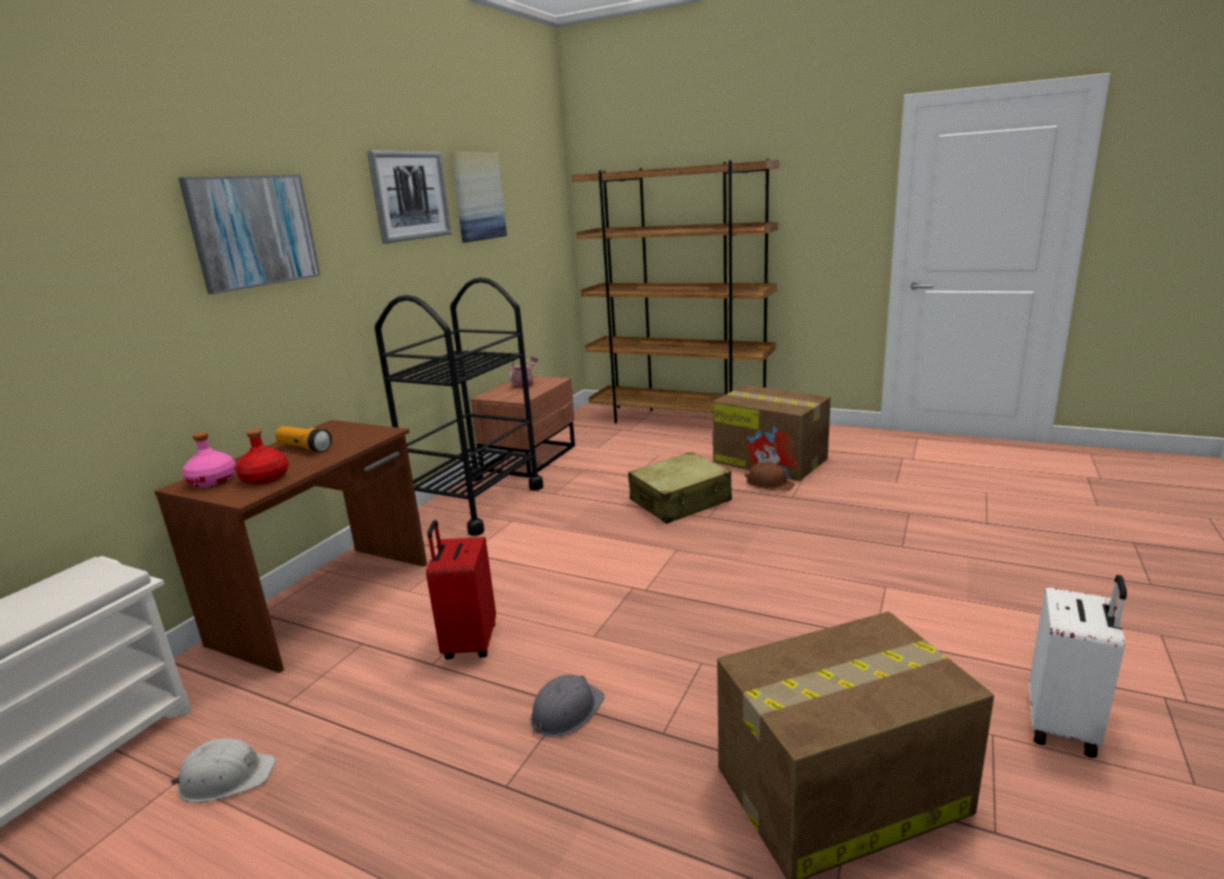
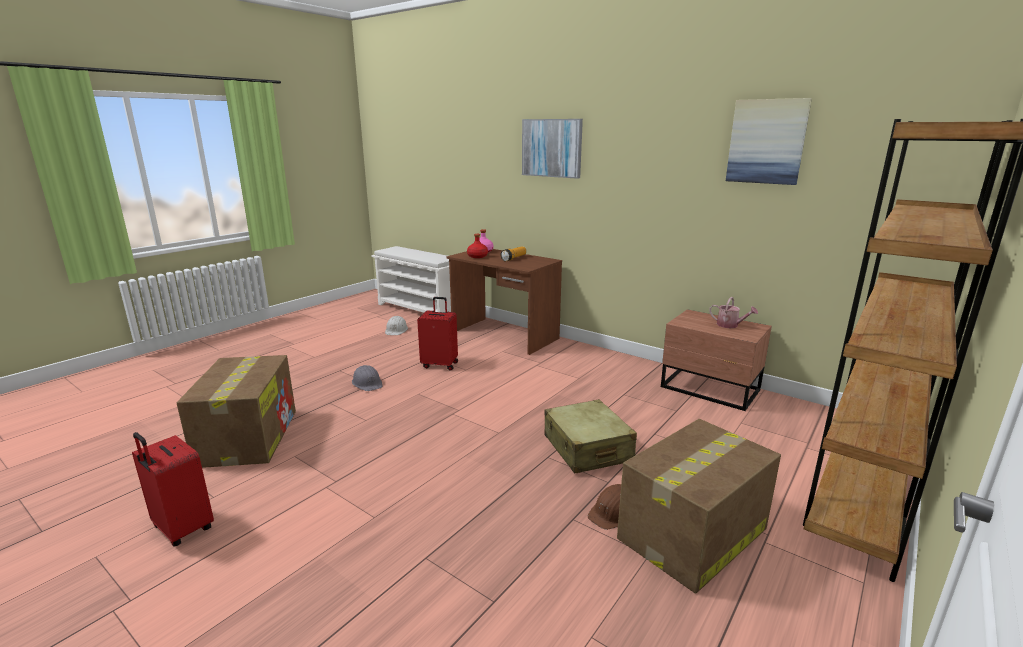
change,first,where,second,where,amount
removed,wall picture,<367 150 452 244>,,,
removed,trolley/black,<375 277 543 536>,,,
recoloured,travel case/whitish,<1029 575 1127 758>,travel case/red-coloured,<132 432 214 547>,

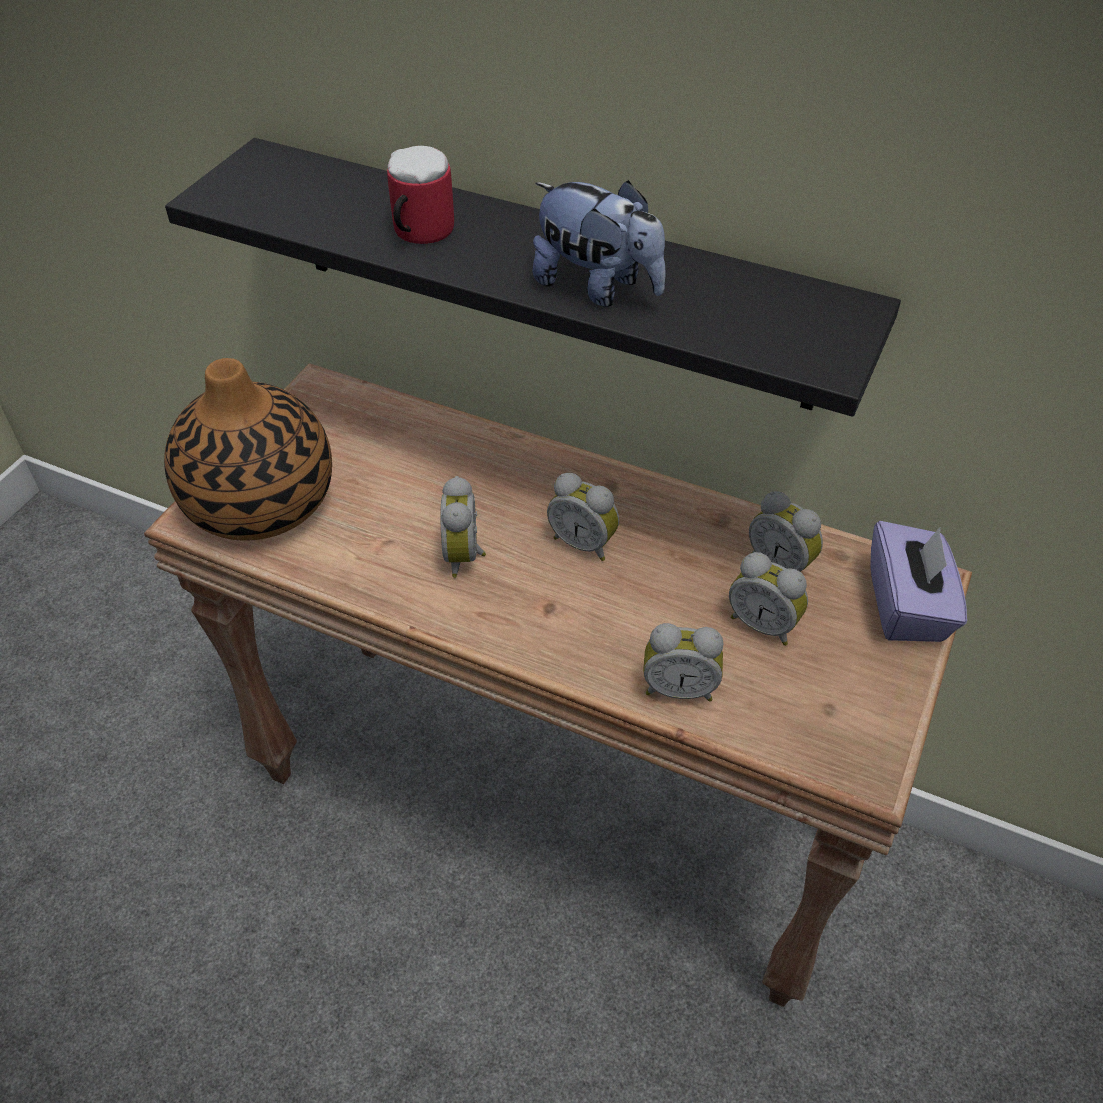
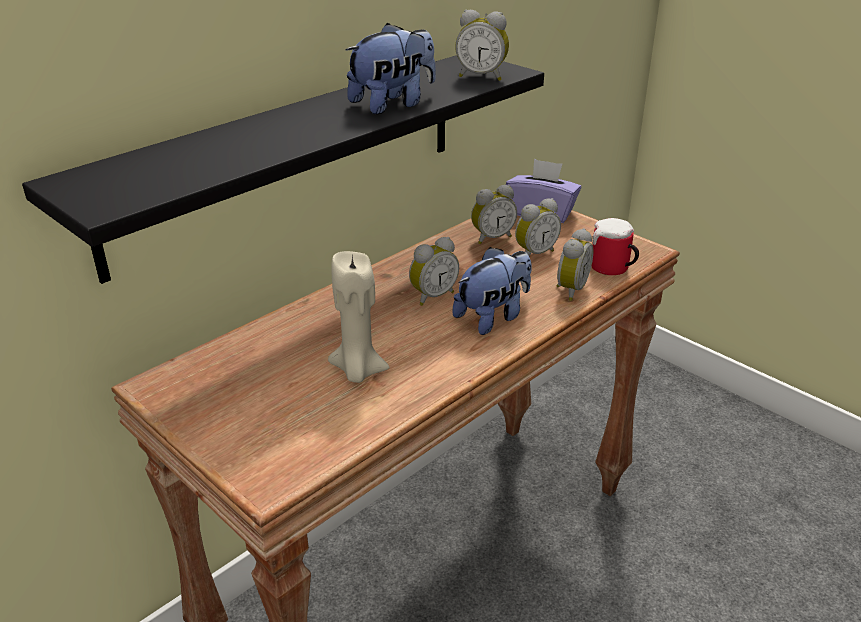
change,first,where,second,where,amount
removed,flower vase,<164 358 332 541>,,,
moved,coffee mug,<387 146 454 244>,,<591 218 639 275>,
moved,alarm clock,<441 476 486 578>,,<455 10 509 81>,
added,,,wax light/beige-coloured,<328 251 390 383>,
added,,,soft toy,<452 247 532 335>,

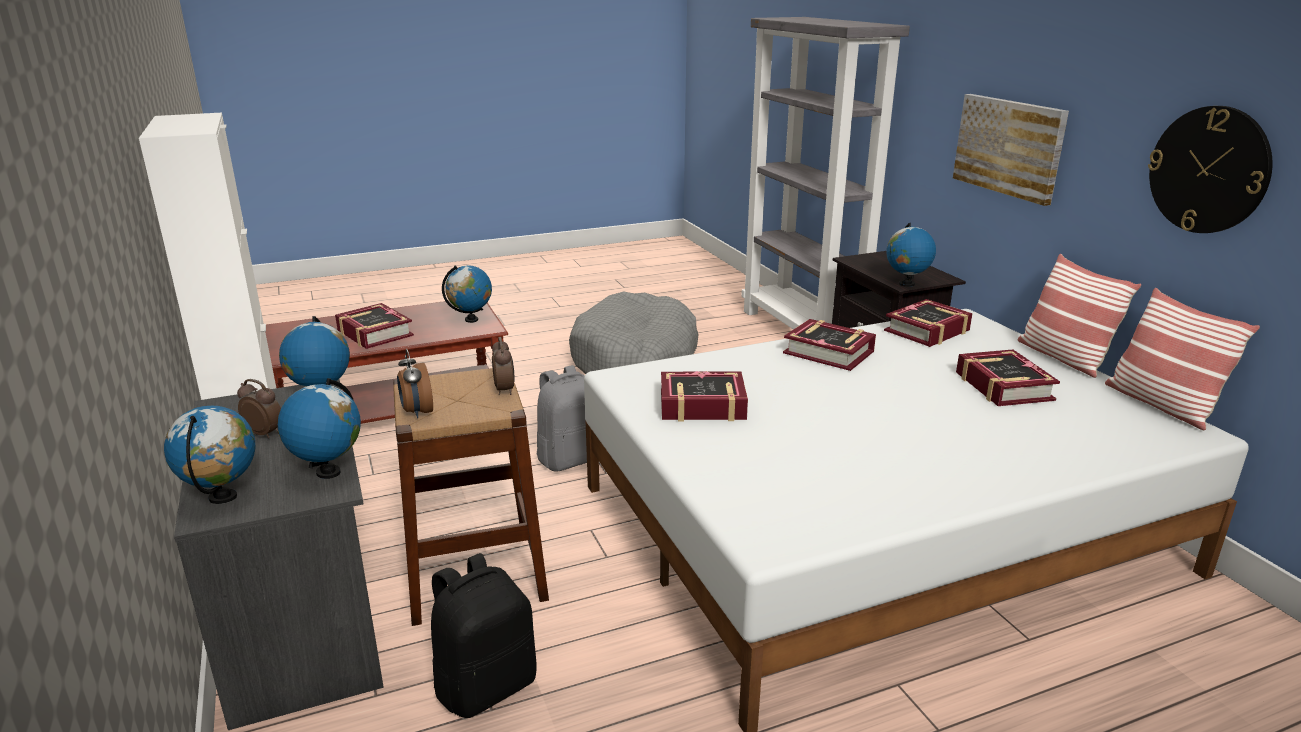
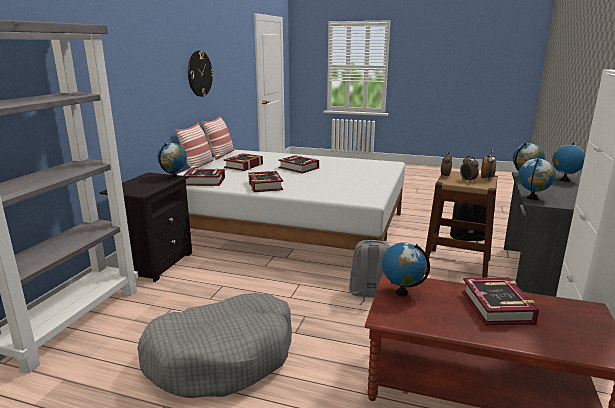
change,first,where,second,where,amount
moved,alarm clock,<237 379 281 438>,,<460 156 479 183>,
moved,book,<661 371 748 421>,,<278 155 319 173>,
removed,wall picture,<953 94 1069 206>,,,

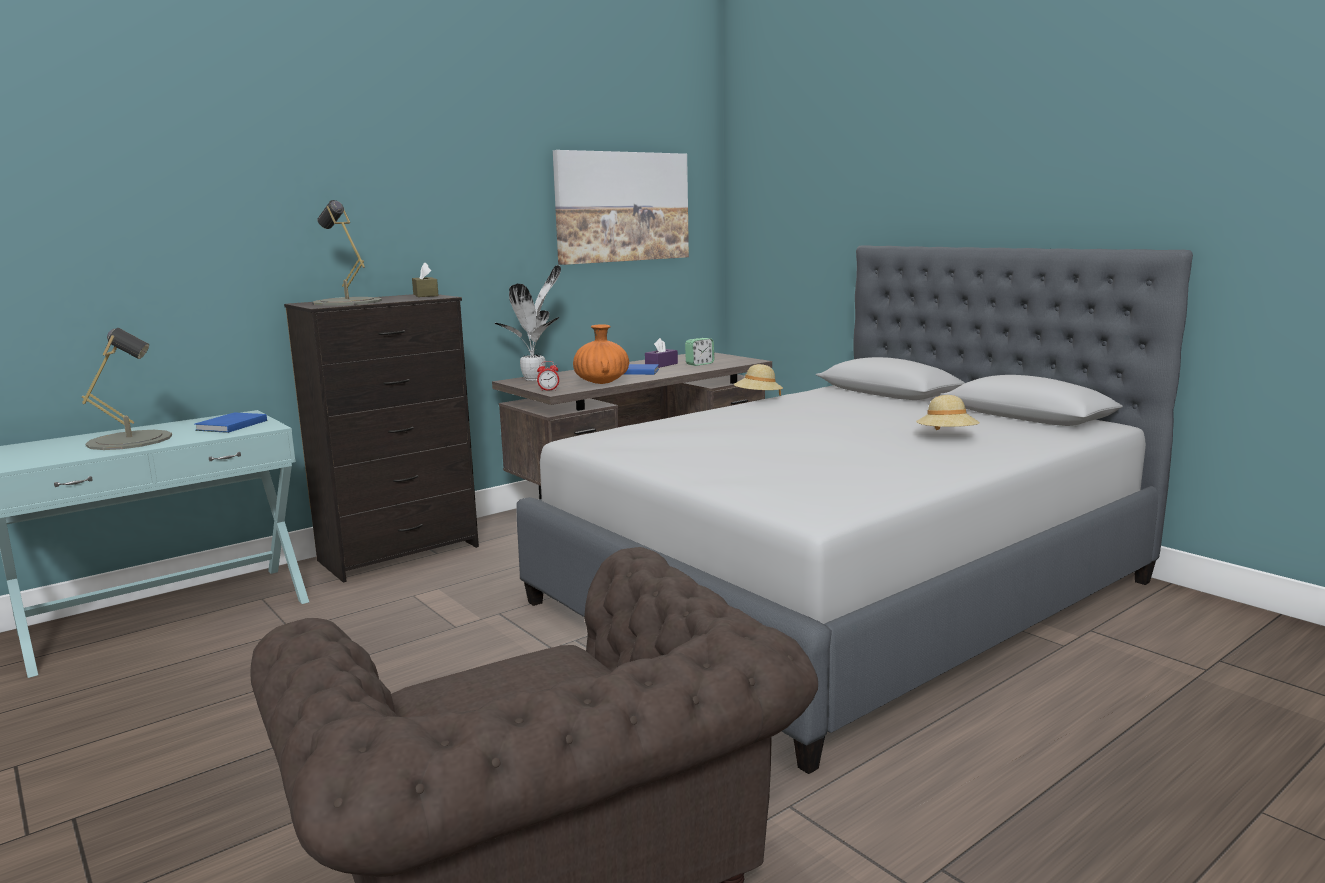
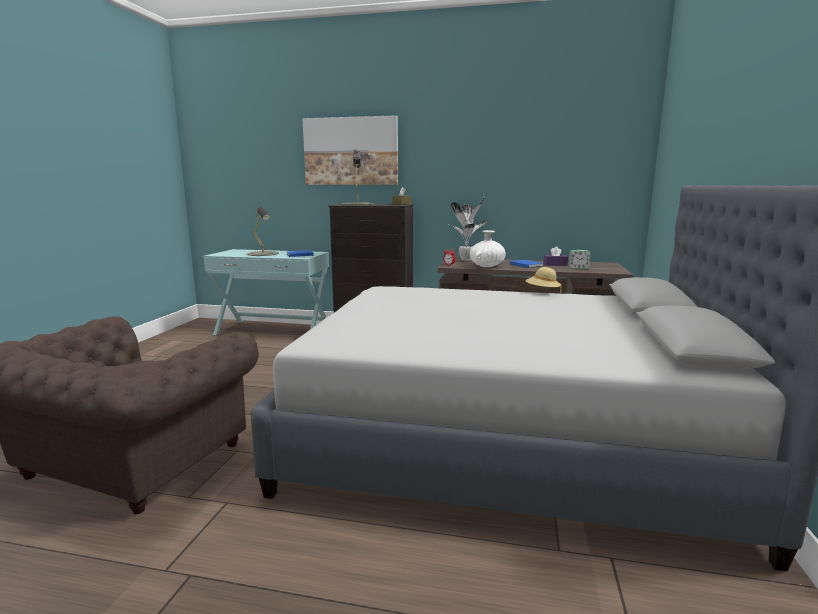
change,first,where,second,where,amount
moved,wall picture,<553 150 689 265>,,<302 115 398 185>,
recoloured,flower vase/orangey,<573 324 629 384>,flower vase/whitish,<470 230 506 267>,
removed,hat/beige-coloured,<916 395 980 430>,,,

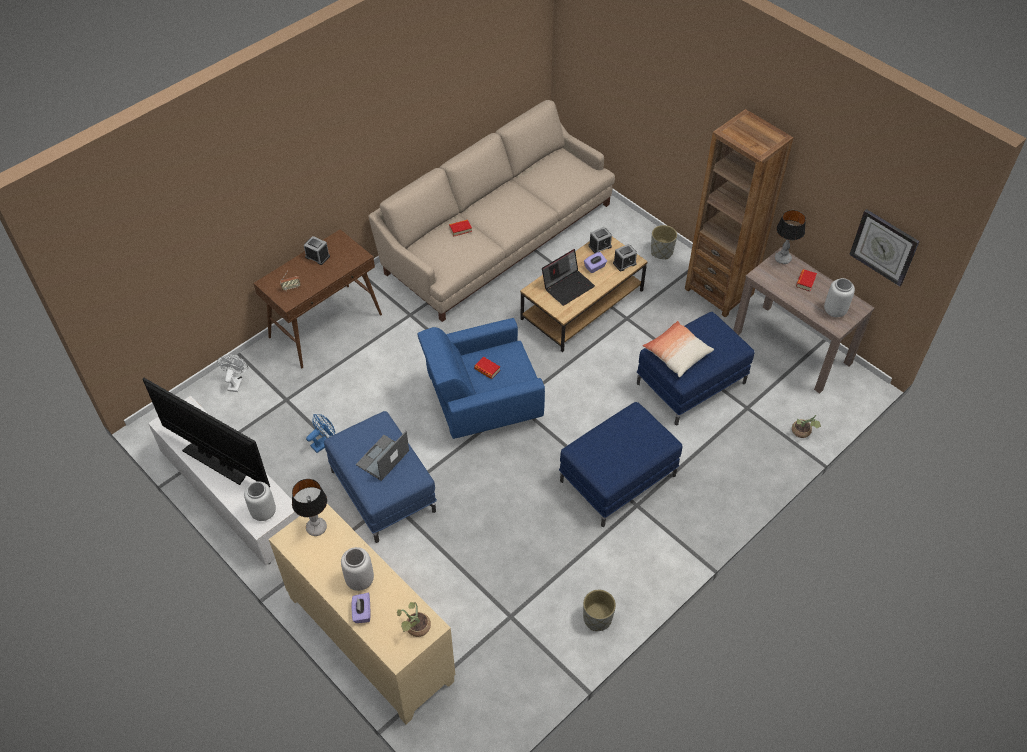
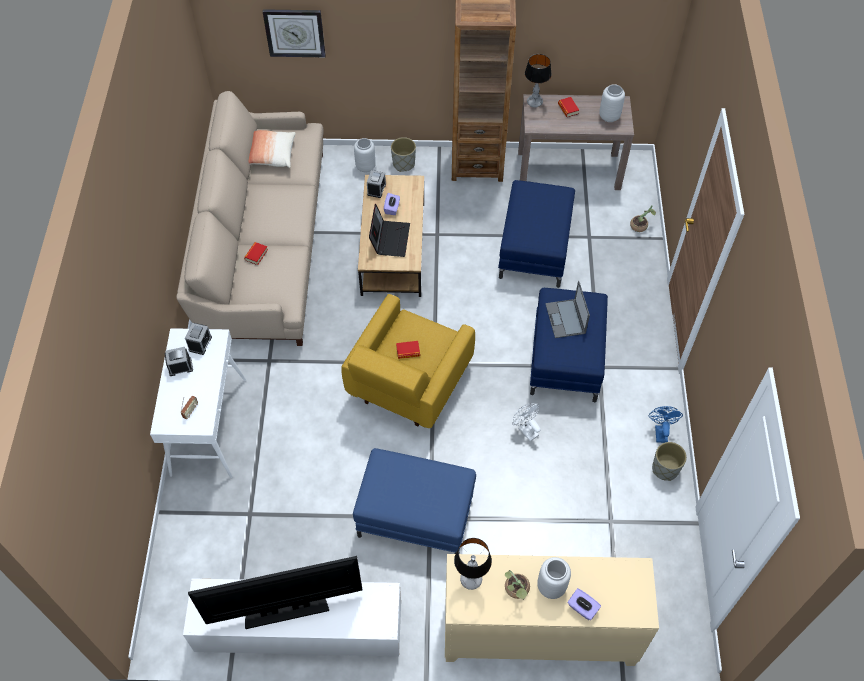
change,first,where,second,where,amount
moved,cooling fan/whitish,<217 355 248 392>,,<512 403 541 442>,
moved,flower vase/greyish,<244 481 276 521>,,<354 138 376 172>,
recoloured,console table/brown-coloured,<254 229 382 369>,console table/whitish,<150 328 246 478>,
moved,cooling fan/blue-coloured,<306 414 335 453>,,<649 406 683 443>,
moved,laptop,<356 431 409 481>,,<545 281 590 338>,
moved,houseplant,<397 602 431 637>,,<505 570 530 600>,
recoloured,lounge chair/blue-coloured,<418 318 545 439>,lounge chair/yellow-coloured,<341 294 475 428>,
moved,alarm clock,<613 244 637 272>,,<185 323 212 355>,
moved,throw pillow,<642 321 714 377>,,<249 130 296 168>,
moved,clock on the wall,<849 209 920 286>,,<263 9 326 57>,

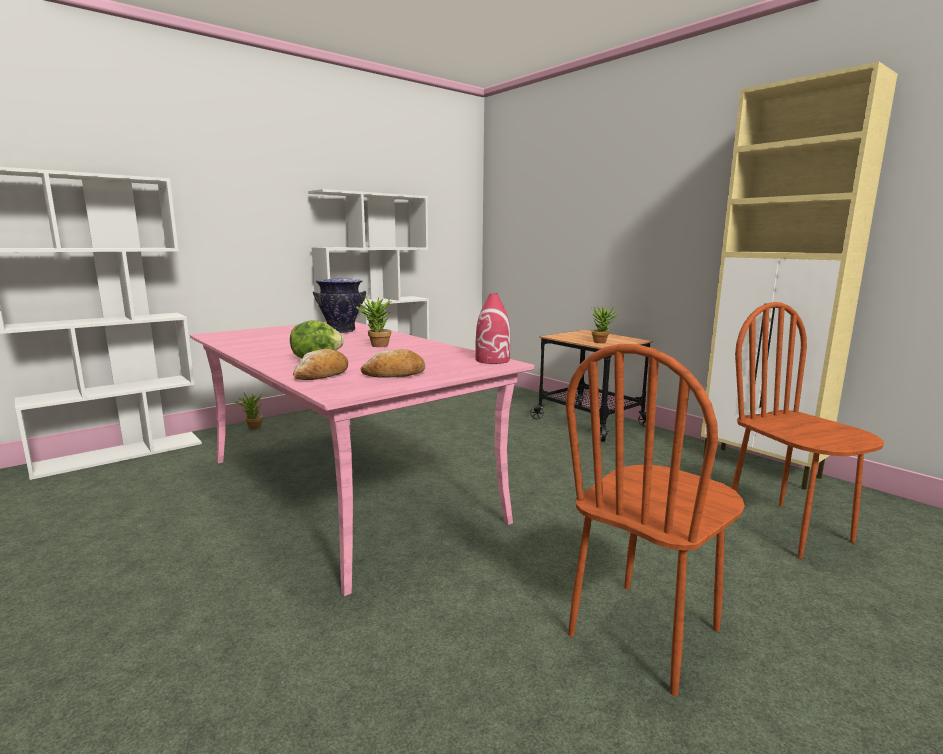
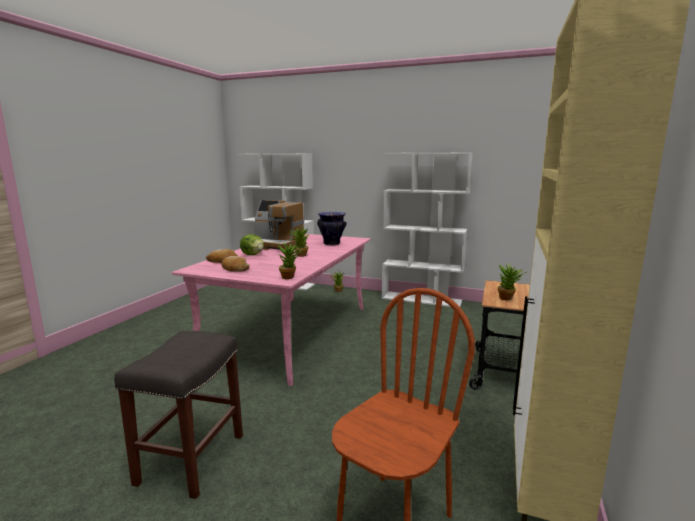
change,first,where,second,where,amount
replaced,flower vase/red-coloured,<475 293 510 364>,houseplant,<278 243 304 279>,
replaced,plain chair/brown-coloured,<566 344 745 696>,stool/greyish,<114 331 243 499>,
added,,,coffee maker,<254 200 306 250>,

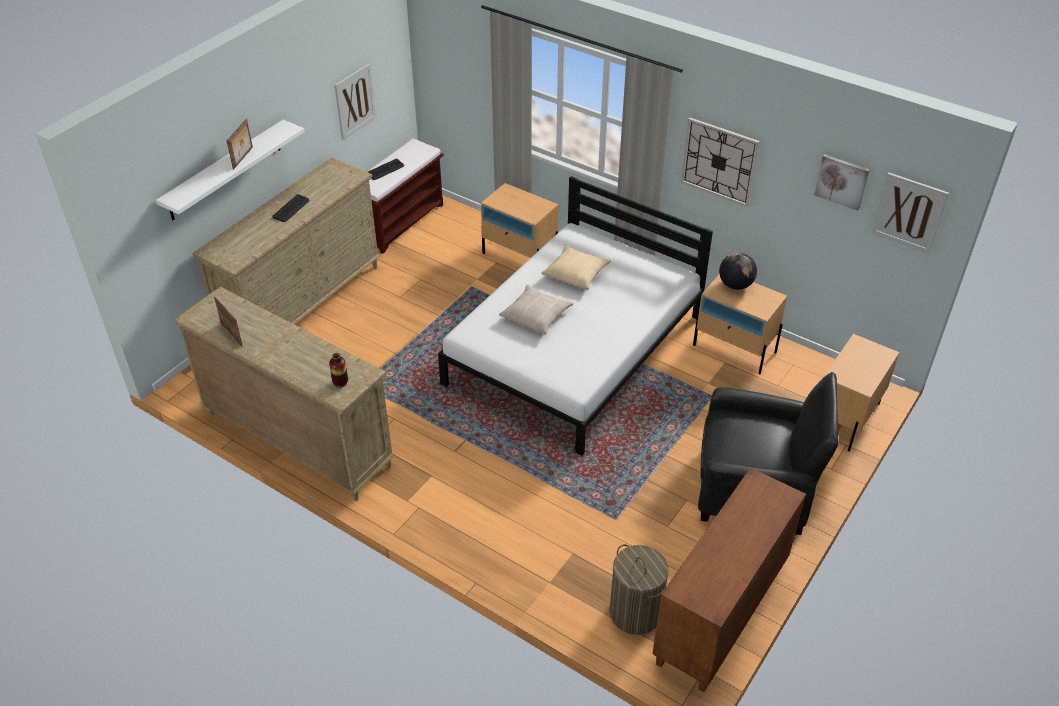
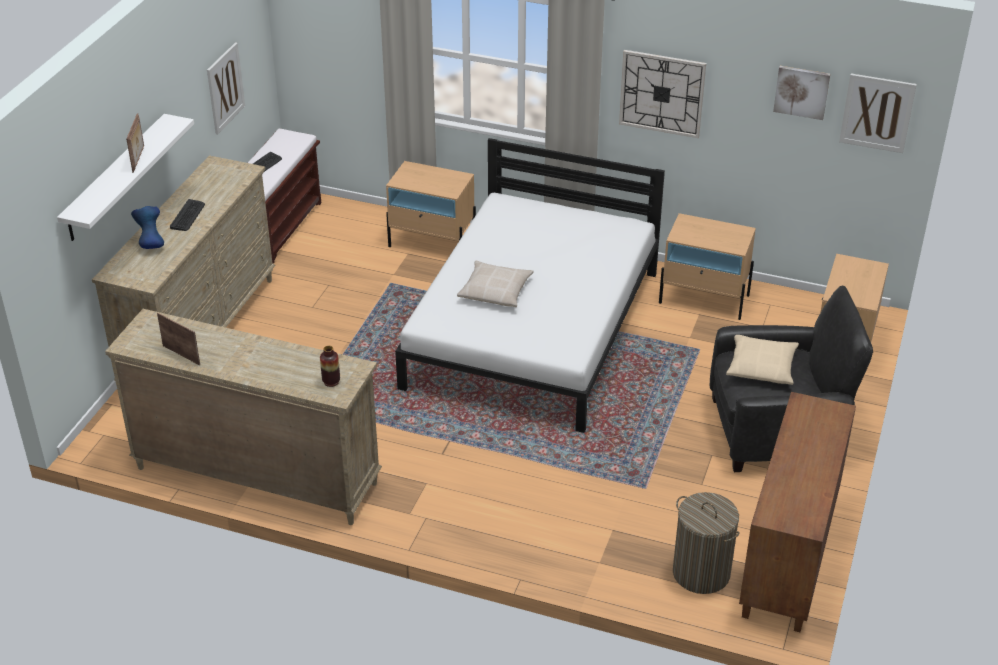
change,first,where,second,where,amount
moved,throw pillow/beige-coloured,<542 245 611 290>,,<726 335 799 385>,
removed,world globe,<719 252 757 290>,,,
added,,,flower vase/blue-coloured,<131 206 164 249>,

